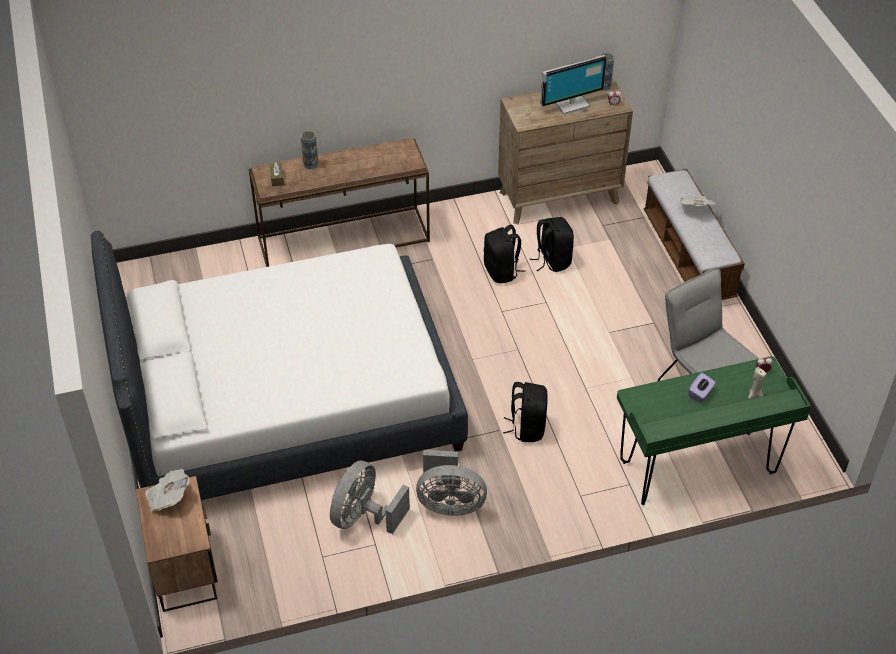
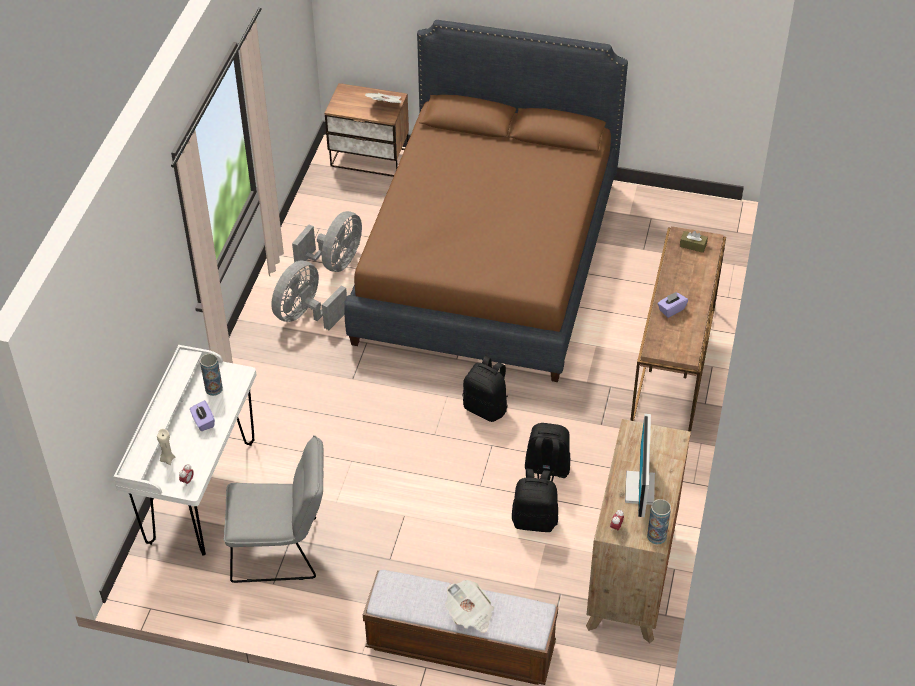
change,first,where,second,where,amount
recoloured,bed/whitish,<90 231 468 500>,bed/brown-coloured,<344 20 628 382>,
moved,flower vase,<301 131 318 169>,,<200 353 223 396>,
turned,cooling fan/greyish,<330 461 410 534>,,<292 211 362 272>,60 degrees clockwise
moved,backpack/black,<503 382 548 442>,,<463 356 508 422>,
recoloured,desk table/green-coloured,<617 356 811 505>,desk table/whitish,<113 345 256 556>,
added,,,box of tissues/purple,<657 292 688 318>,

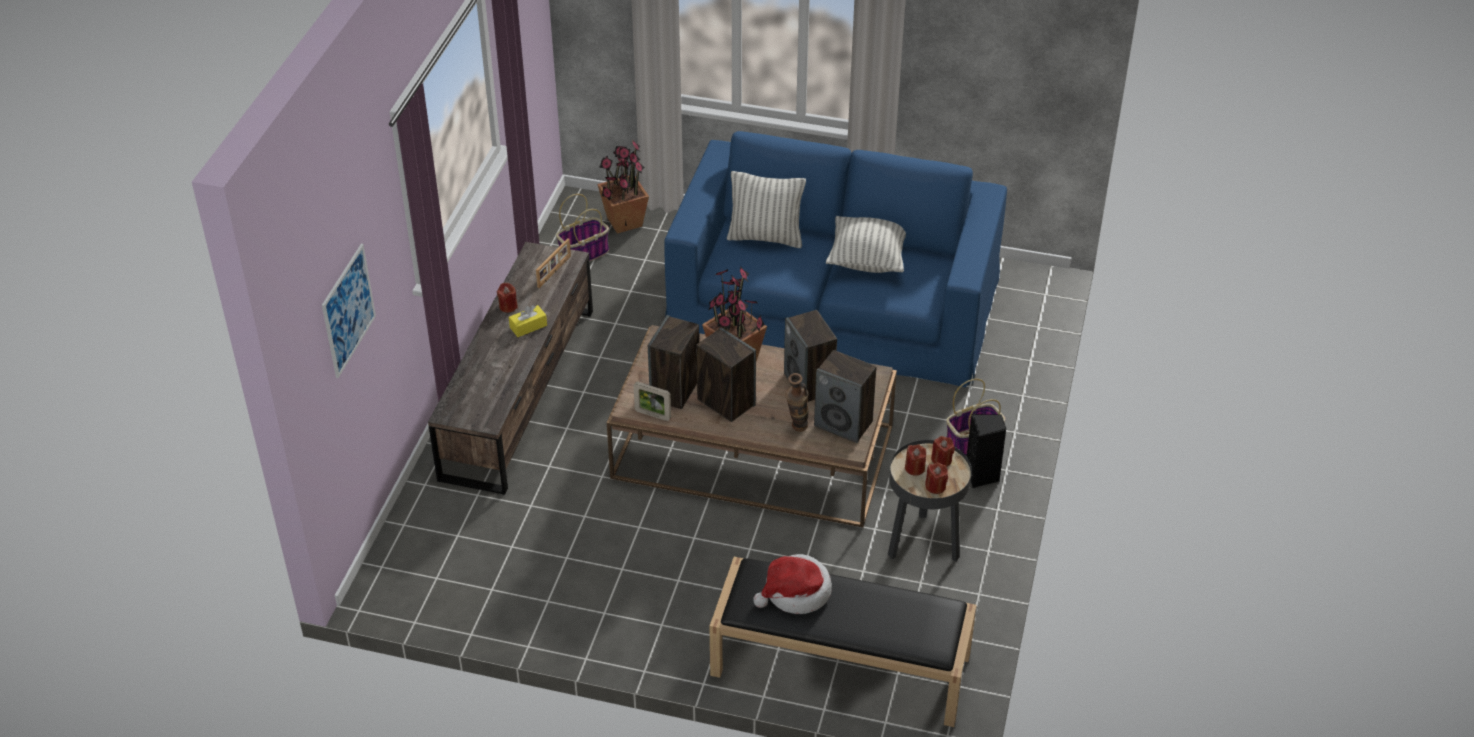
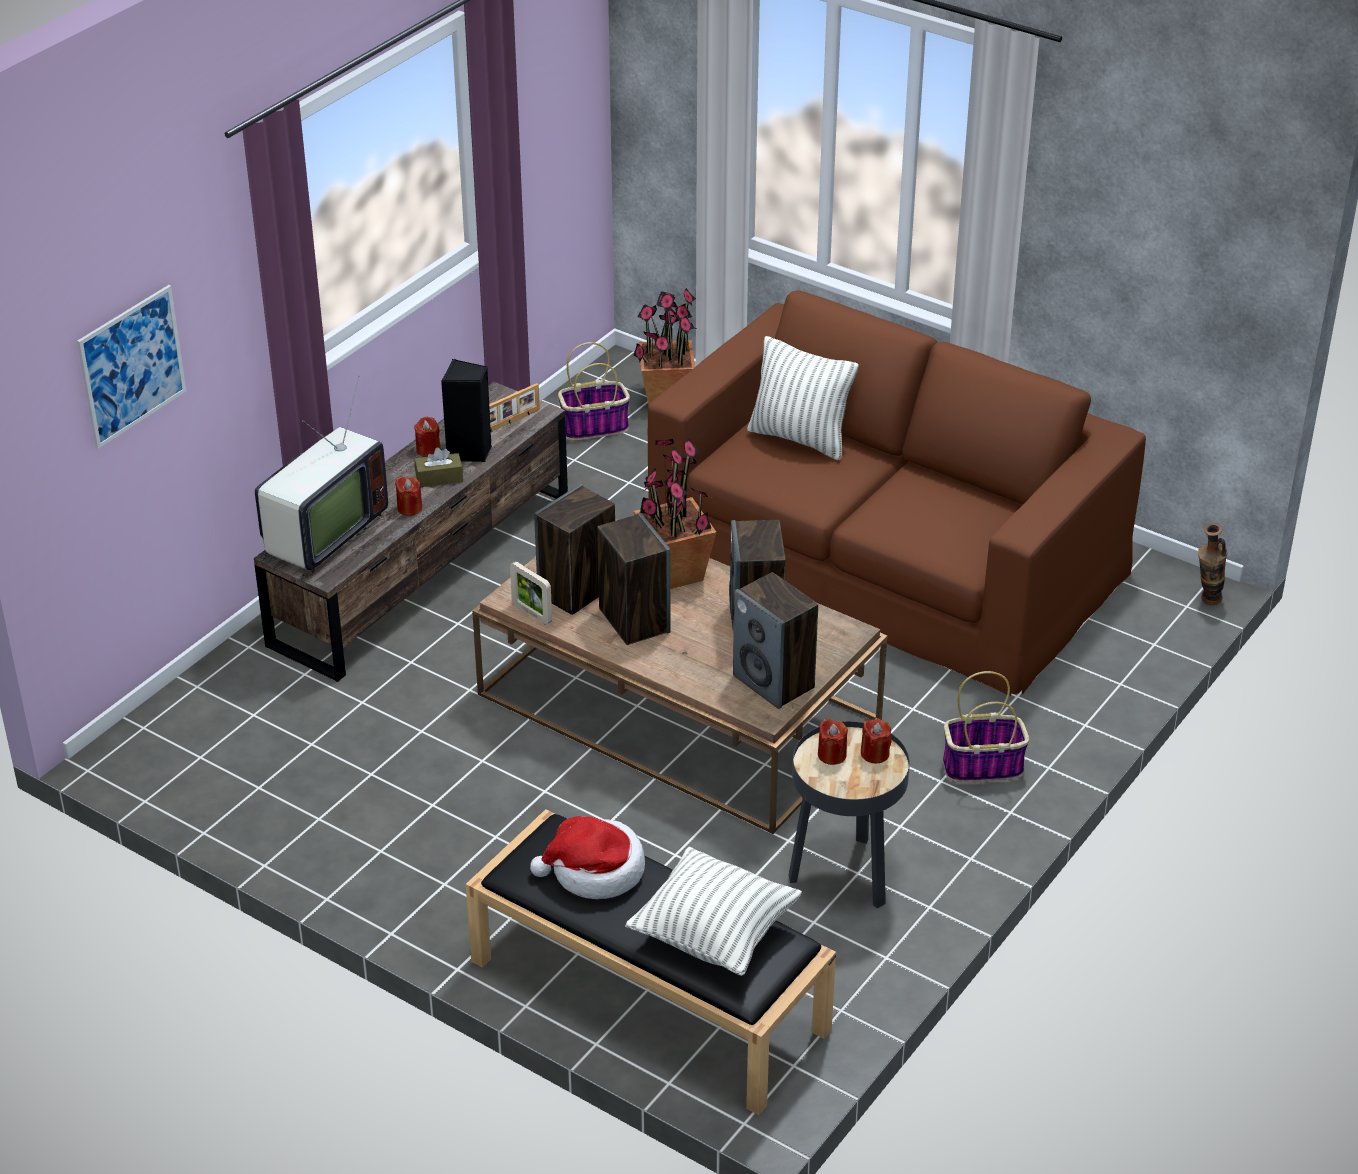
change,first,where,second,where,amount
recoloured,box of tissues/yellow-coloured,<509 305 547 337>,box of tissues/brown-coloured,<415 447 463 487>,
recoloured,sofa/blue-coloured,<664 131 1007 387>,sofa/brown-coloured,<648 290 1146 696>,
moved,flower vase,<785 373 808 432>,,<1198 523 1227 605>,
moved,throw pillow,<826 216 906 273>,,<625 846 802 976>,
moved,wax light/red-coloured,<925 462 948 494>,,<395 476 422 516>,
moved,loudspeaker/black,<967 414 1007 488>,,<441 359 492 462>,
added,,,television,<255 376 388 573>,

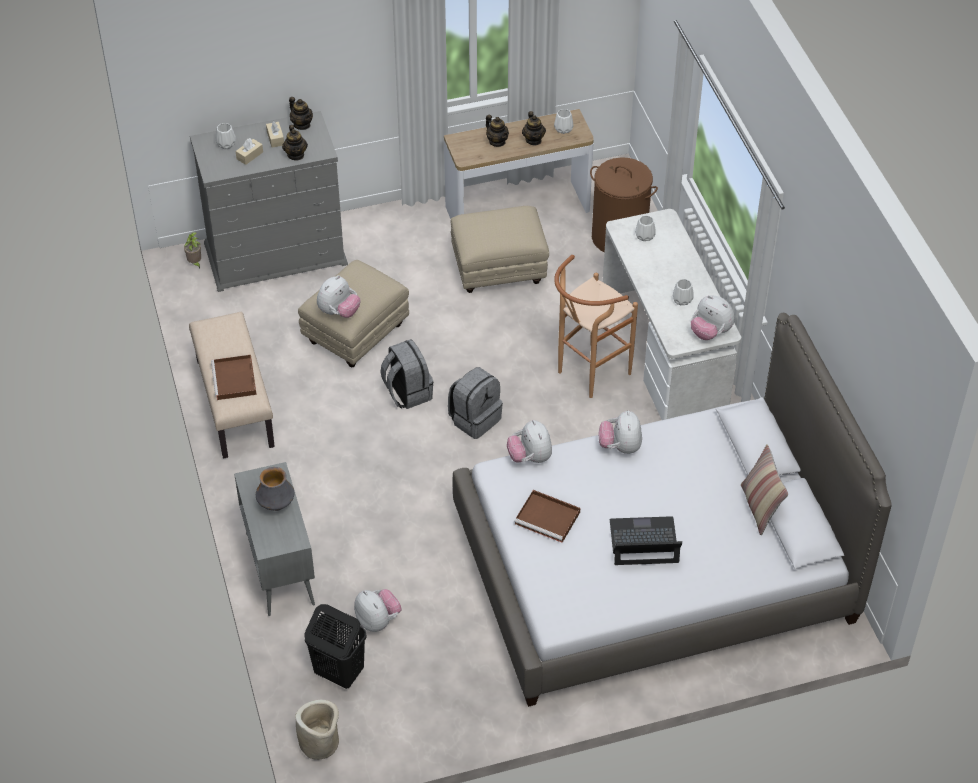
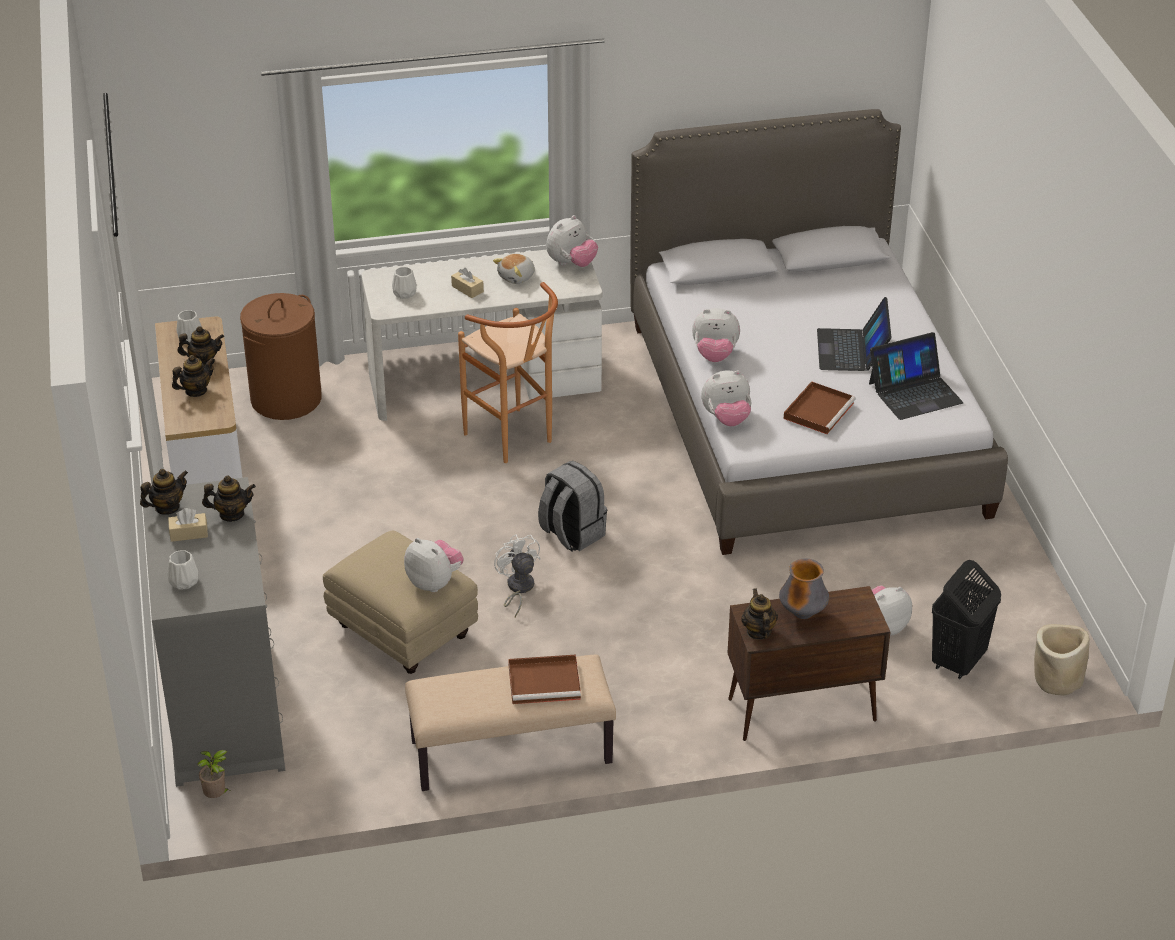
change,first,where,second,where,amount
recoloured,cabinet/greyish,<234 462 315 616>,cabinet/brown-coloured,<728 586 890 741>,
moved,box of tissues/beige-coloured,<236 138 263 165>,,<451 268 484 298>,
replaced,backpack/greyish,<380 339 434 409>,cooling fan/whitish,<494 534 541 617>,
removed,ottoman/beige-coloured,<450 206 549 293>,,,
replaced,flower vase/whitish,<673 279 694 305>,soft toy,<493 254 535 284>,
removed,throw pillow,<741 444 788 535>,,,
added,,,tea pot,<741 588 778 640>,
added,,,laptop,<869 332 963 420>,

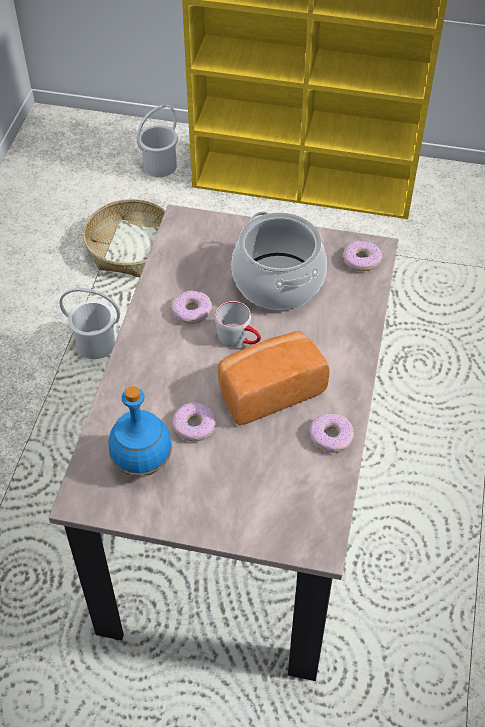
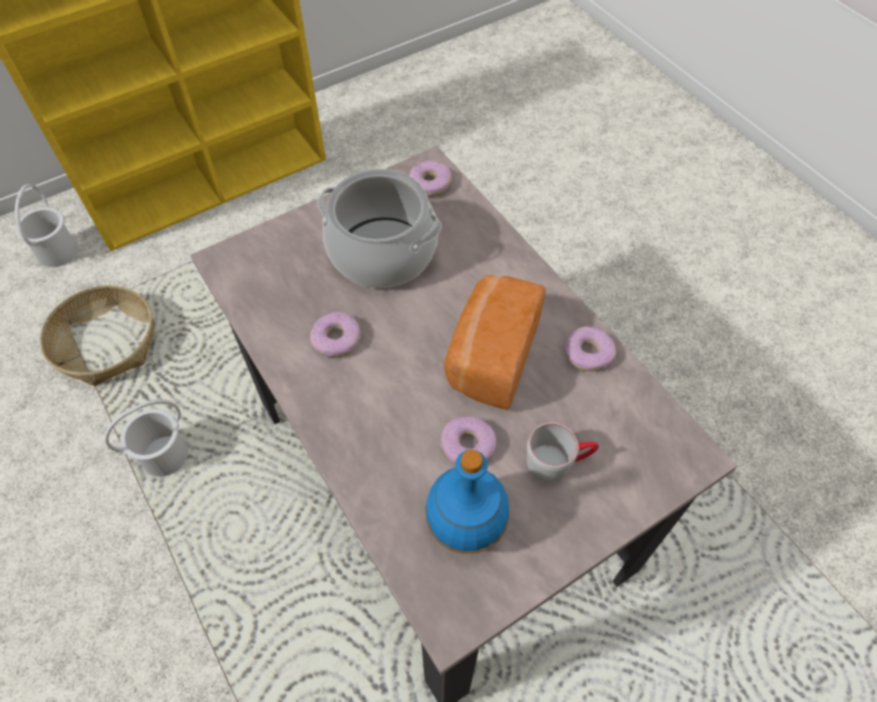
change,first,where,second,where,amount
moved,coffee mug/greyish,<215 301 261 347>,,<527 423 599 483>,

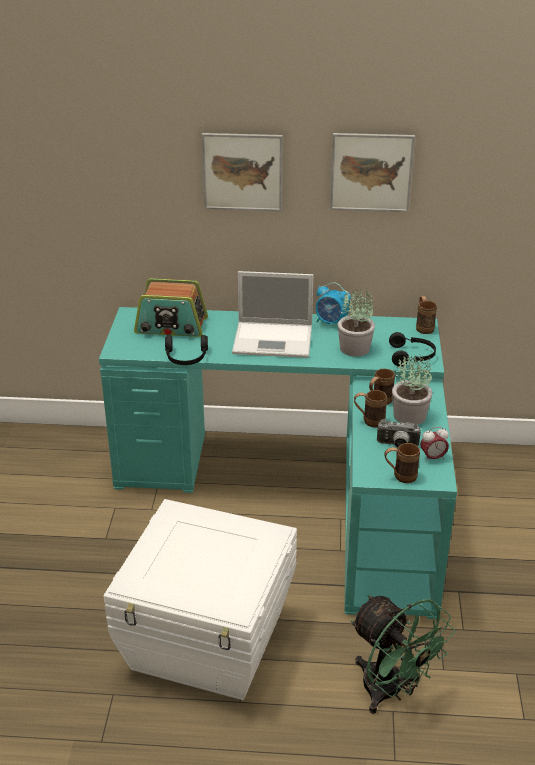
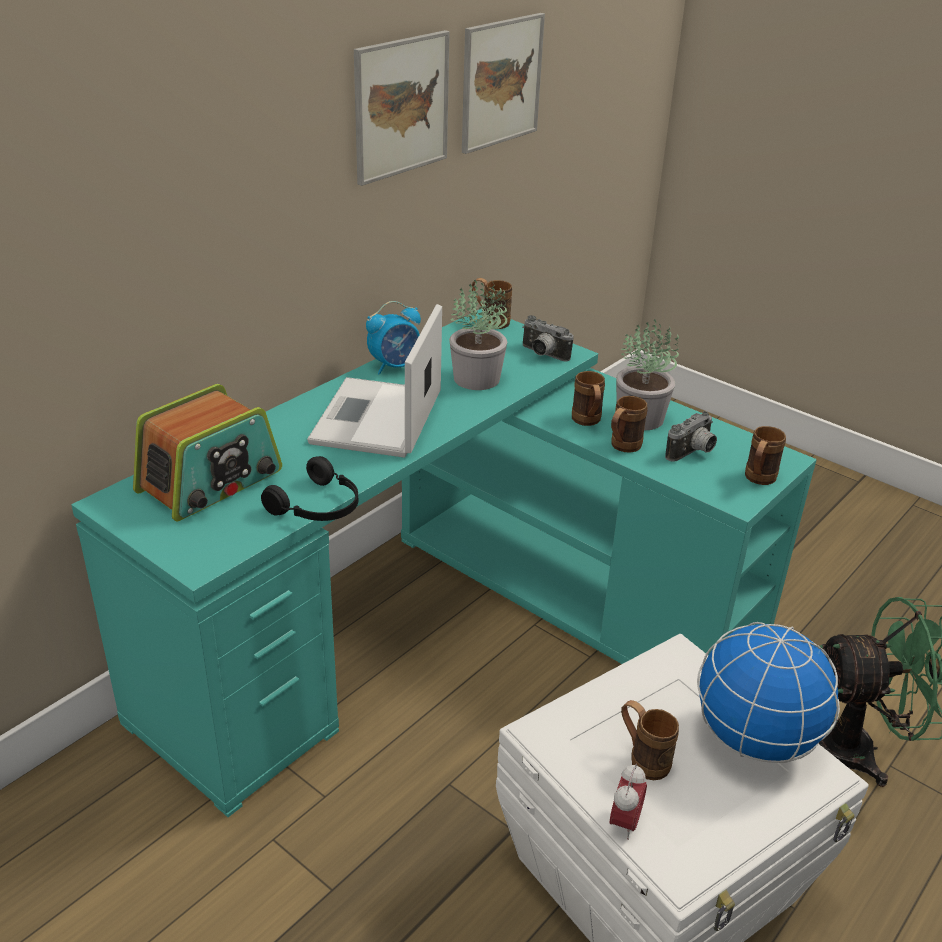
change,first,where,second,where,amount
moved,wall picture,<202 133 283 211>,,<462 13 545 154>,
turned,laptop,<232 271 313 358>,,<307 304 442 458>,150 degrees clockwise
replaced,headset/black,<389 332 436 367>,photo camera,<522 315 574 362>,
moved,alarm clock,<420 427 449 462>,,<609 763 647 840>,
added,,,coffee mug/brown-coloured,<621 700 679 780>,
added,,,world globe,<697 622 840 763>,

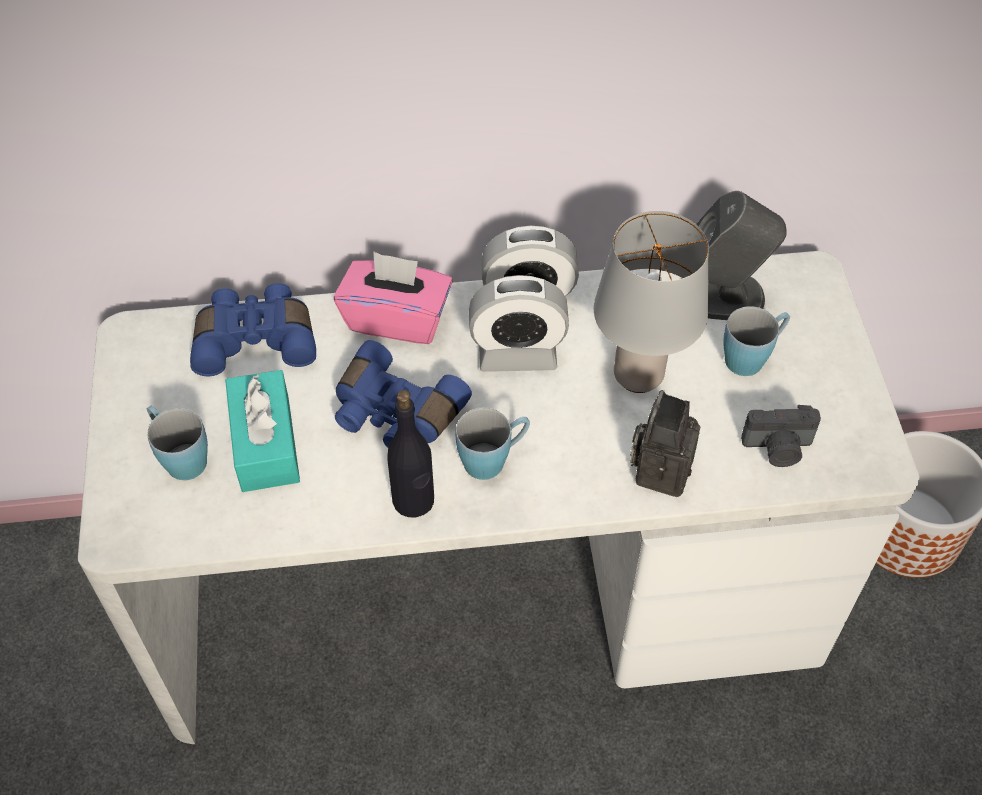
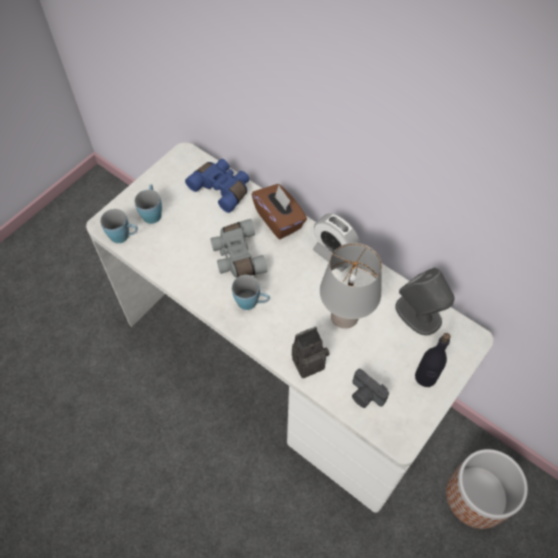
change,first,where,second,where,amount
removed,box of tissues/turquoise-coloured,<225 370 300 492>,,,
recoloured,box of tissues/pink,<334 251 453 344>,box of tissues/brown-coloured,<251 184 307 239>,
recoloured,field glasses/blue-coloured,<335 340 472 448>,field glasses/greyish,<210 219 267 277>,
moved,beverage bottle/black,<387 390 434 517>,,<415 333 451 387>,
removed,alarm clock,<469 275 569 372>,,,
moved,coffee mug/blue-coloured,<723 306 790 376>,,<100 209 138 243>,

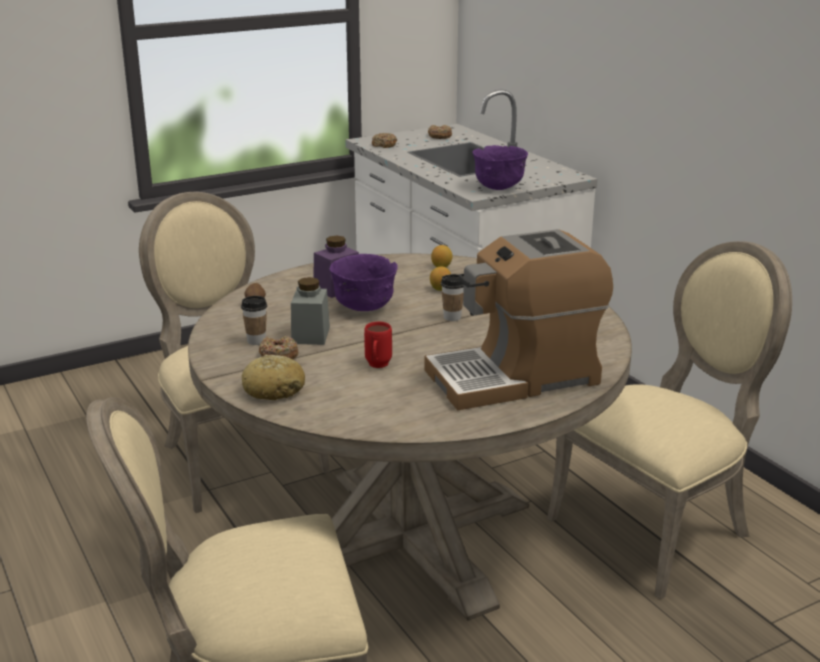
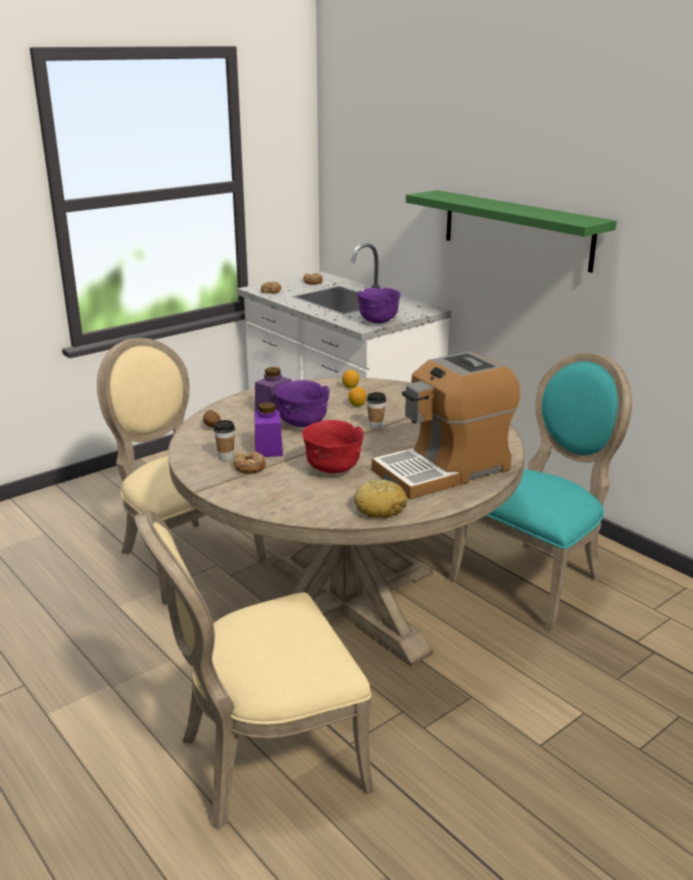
change,first,where,second,where,amount
moved,bakery bread,<242 354 305 400>,,<354 480 407 518>,
recoloured,jar/greyish,<291 277 330 345>,jar/purple,<255 402 283 457>,
replaced,coffee mug/red-coloured,<364 322 392 368>,deep dish/red-coloured,<302 420 364 473>,
recoloured,plain chair/beige-coloured,<547 241 792 599>,plain chair/turquoise-coloured,<449 353 632 633>,
added,,,shelf/green-coloured,<406 190 617 273>,

